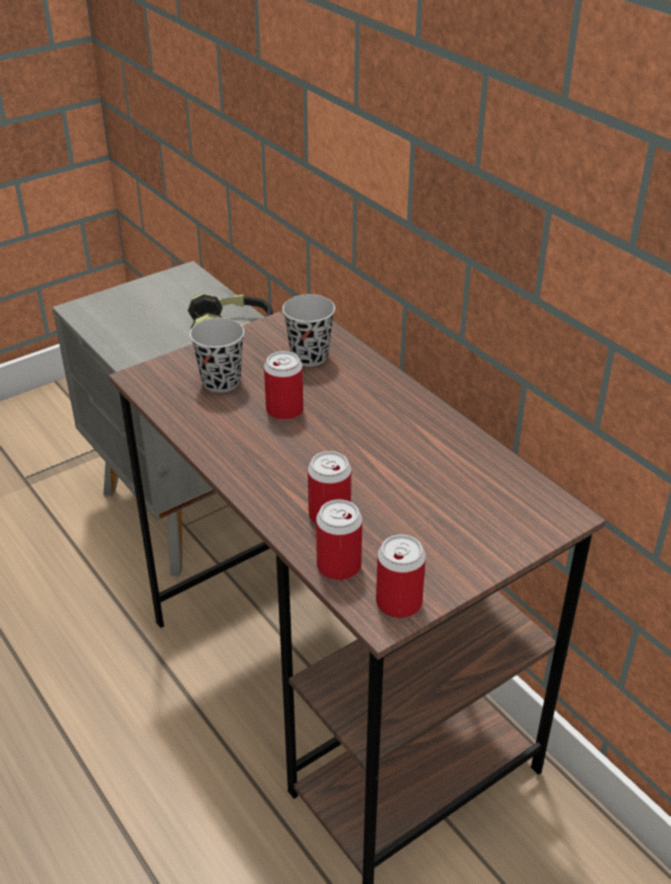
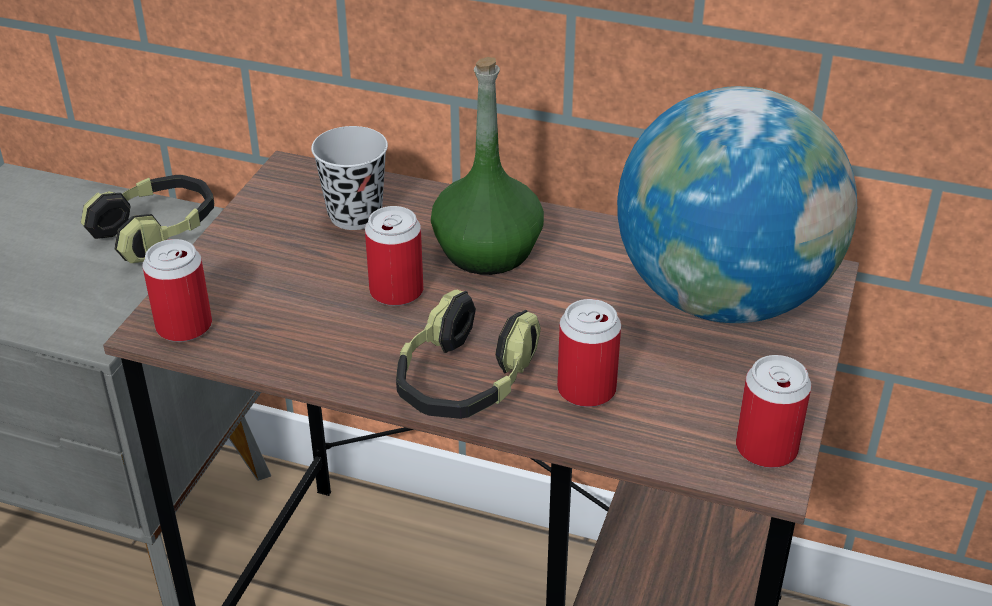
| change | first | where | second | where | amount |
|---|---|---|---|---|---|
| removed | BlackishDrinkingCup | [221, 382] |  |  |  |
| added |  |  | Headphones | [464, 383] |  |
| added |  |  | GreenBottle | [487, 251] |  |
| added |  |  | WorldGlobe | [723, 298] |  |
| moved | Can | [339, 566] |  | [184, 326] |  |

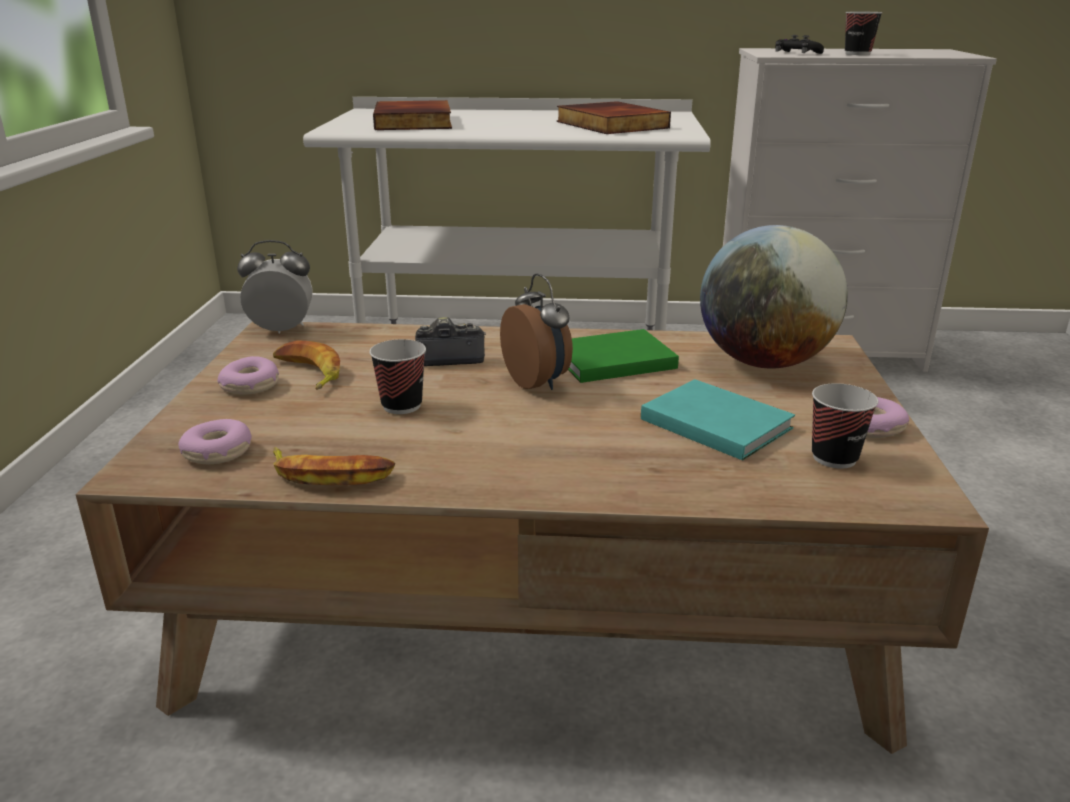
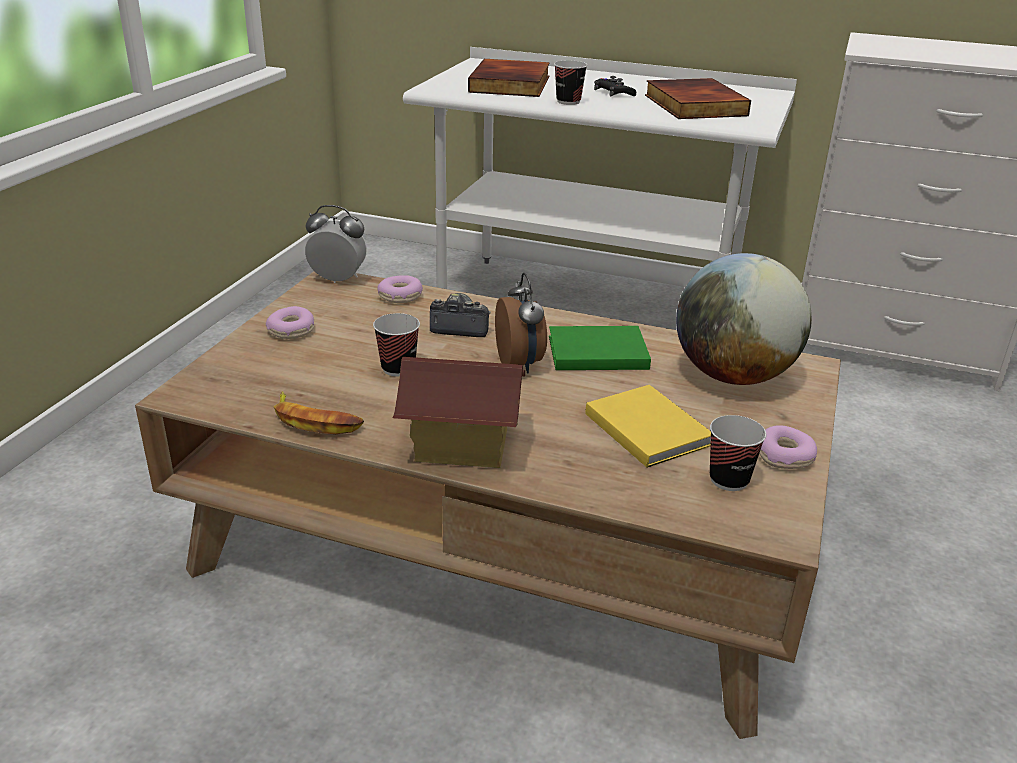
| change | first | where | second | where | amount |
|---|---|---|---|---|---|
| removed | Banana | [307, 373] |  |  |  |
| added |  |  | ModelHouse | [461, 446] |  |
| moved | Doughnut | [218, 452] |  | [400, 296] |  |
| moved | BlackishGameController | [797, 53] |  | [613, 93] |  |
| moved | DrinkingCup | [857, 54] |  | [568, 101] |  |
| recoloured | TurquoiseVolume | [714, 422] | YellowVolume | [647, 427] |  |

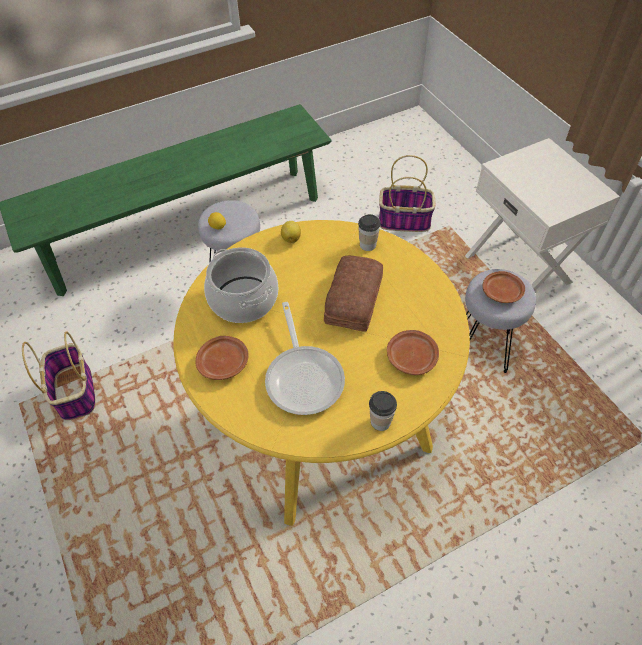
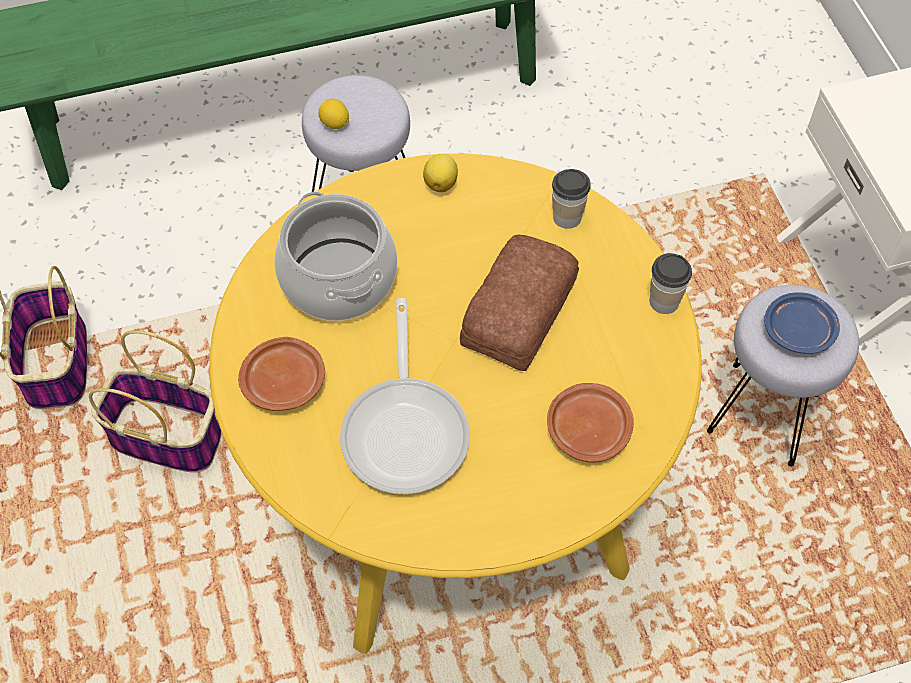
| change | first | where | second | where | amount |
|---|---|---|---|---|---|
| moved | DrinkingCup | [380, 421] |  | [664, 301] |  |
| moved | StorageBasket | [405, 221] |  | [168, 437] |  |
| recoloured | BrownPlate | [502, 292] | BlueColouredPlate | [799, 330] |  |

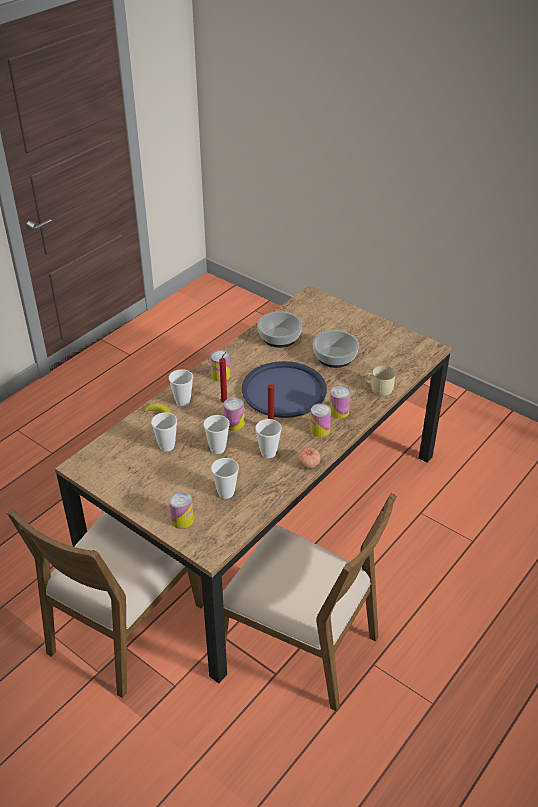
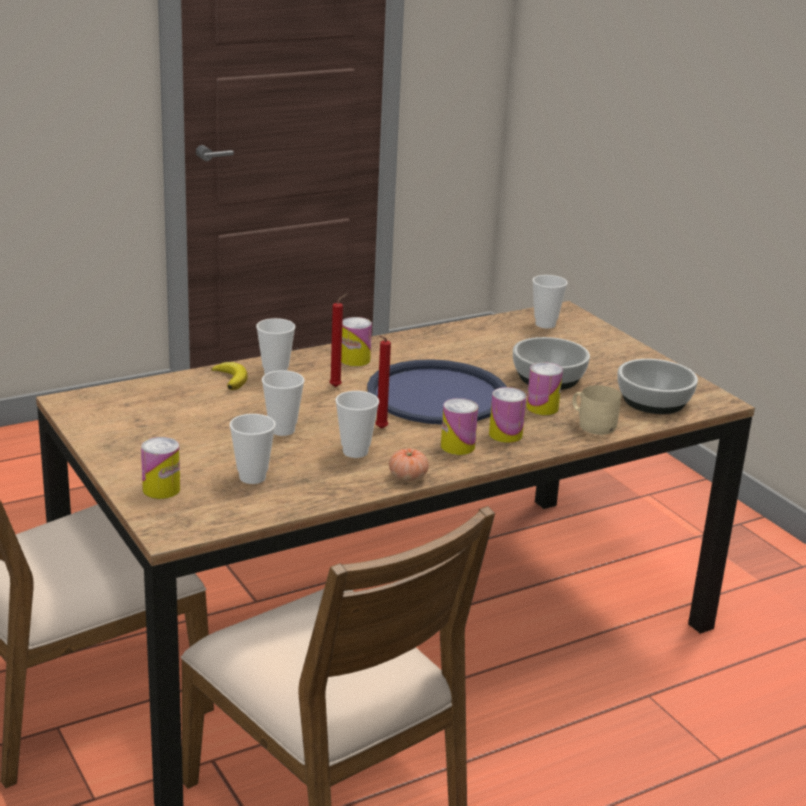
| change | first | where | second | where | amount |
|---|---|---|---|---|---|
| moved | DrinkingCup | [166, 446] |  | [545, 324] |  |
| moved | Can | [234, 424] |  | [542, 408] |  |
| moved | DeepDish | [279, 337] |  | [653, 401] |  |

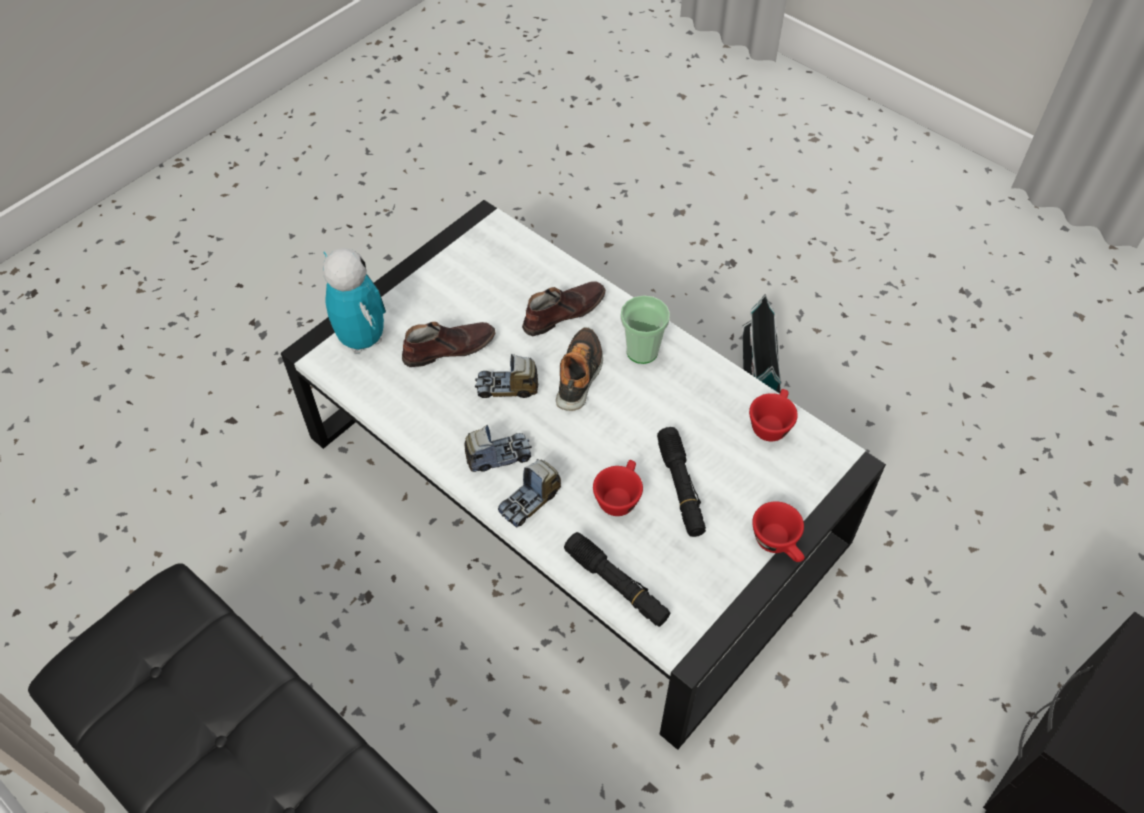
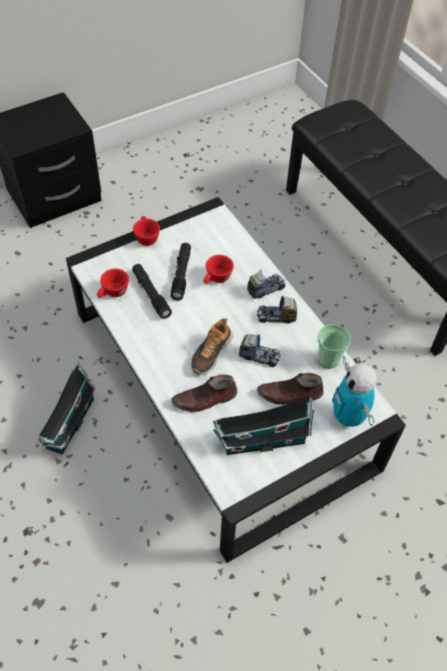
| change | first | where | second | where | amount |
|---|---|---|---|---|---|
| added |  |  | ModelHouse | [260, 440] |  |
| moved | BlackishFlashlight | [616, 585] |  | [151, 294] |  |
| moved | DrinkingCup | [642, 351] |  | [328, 359] |  |

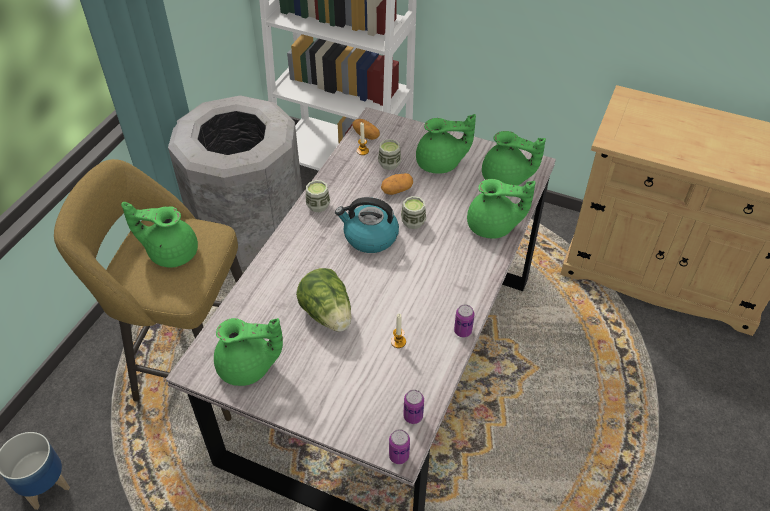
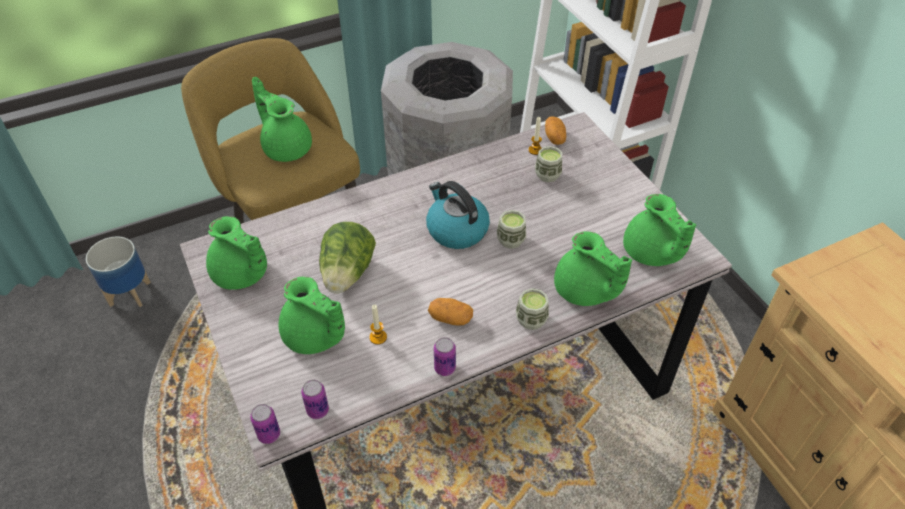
| change | first | where | second | where | amount |
|---|---|---|---|---|---|
| moved | DrinkingCup | [318, 205] |  | [531, 319] |  |
| moved | Spud | [397, 190] |  | [450, 318] |  |
| moved | GreenTeapot | [440, 164] |  | [315, 337] |  |

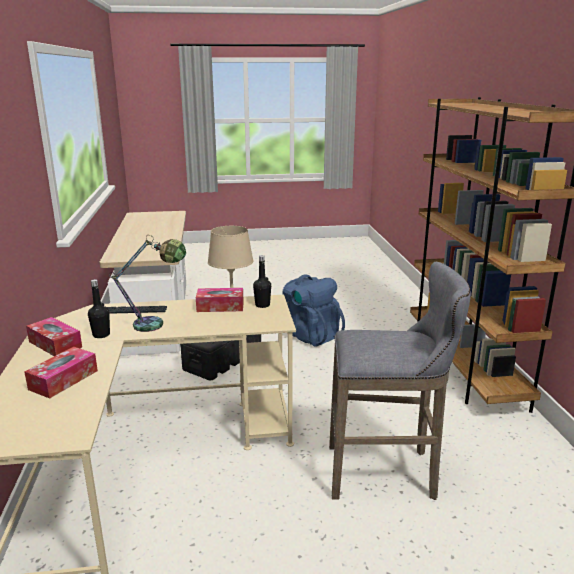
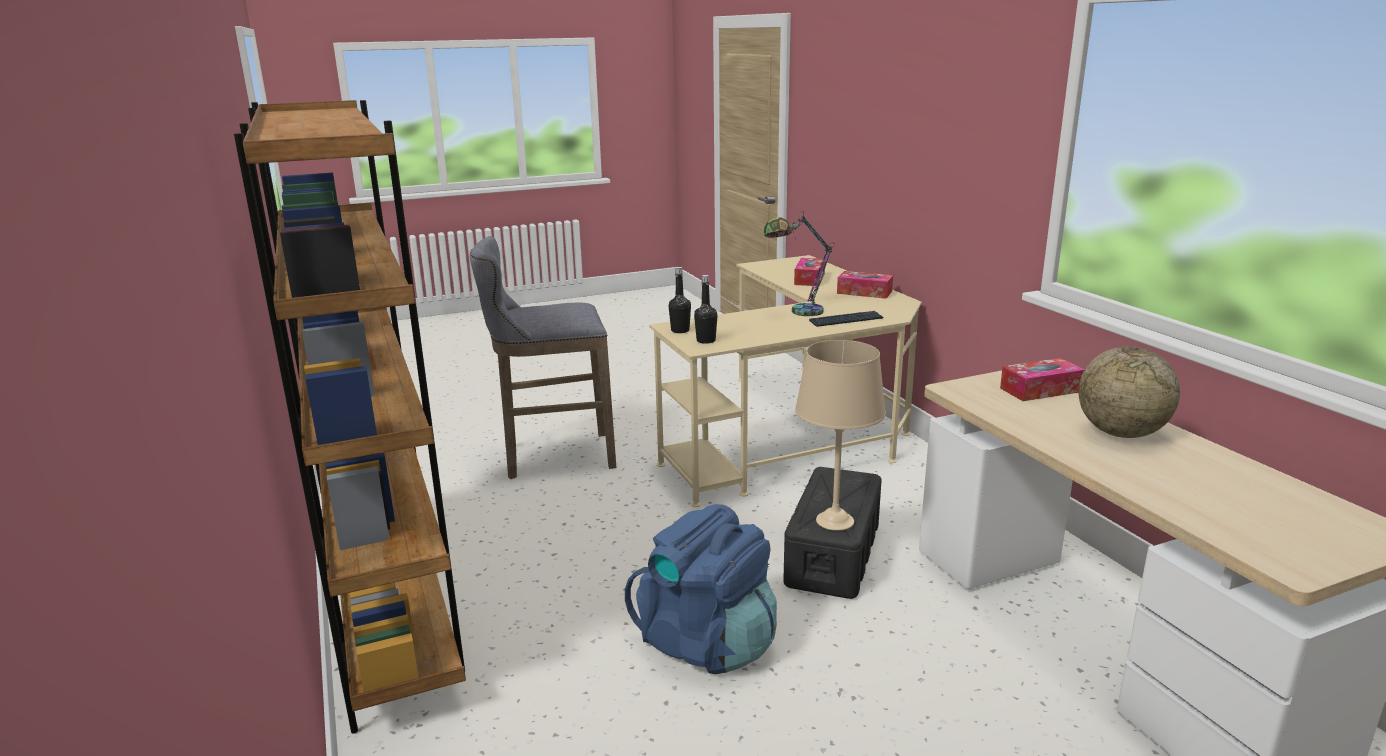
| change | first | where | second | where | amount |
|---|---|---|---|---|---|
| added |  |  | WorldGlobe | [1120, 433] |  |
| moved | BlackishBottle | [101, 335] |  | [680, 330] |  |
| moved | TissueHolder | [220, 306] |  | [1040, 390] |  |

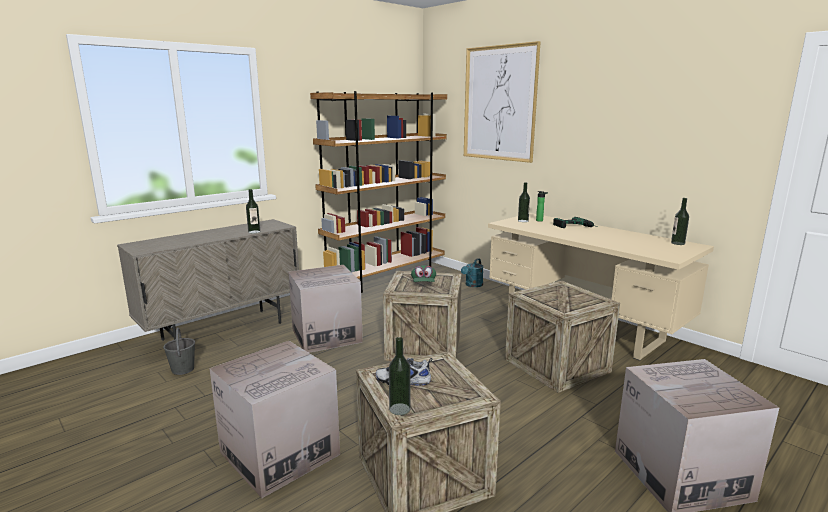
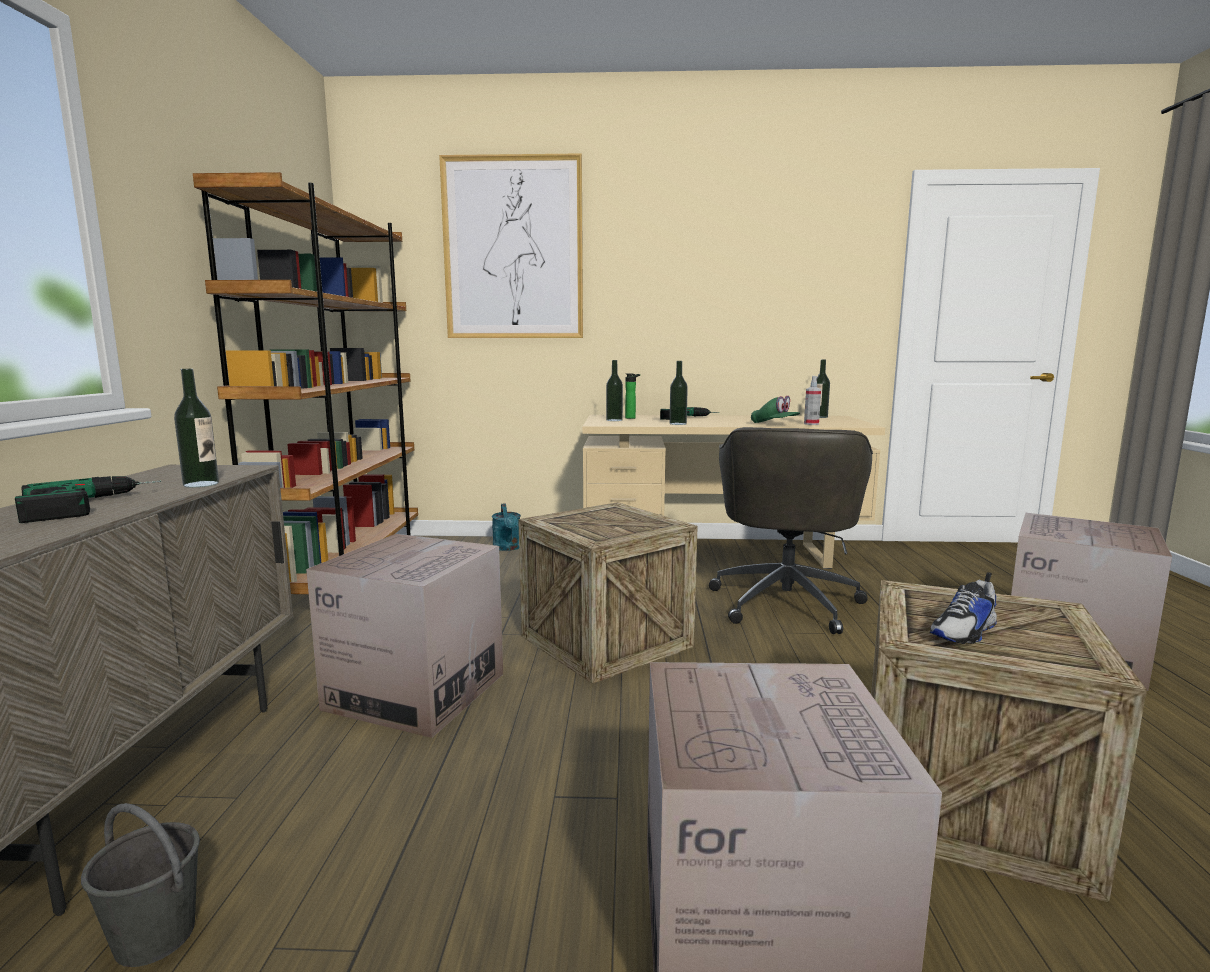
| change | first | where | second | where | amount |
|---|---|---|---|---|---|
| added |  |  | Drill | [96, 505] |  |
| added |  |  | HandSprayer | [811, 424] |  |
| moved | Bottle | [399, 409] |  | [678, 424] |  |
| moved | GreenCap | [423, 284] |  | [774, 424] |  |
| replaced | Crate | [557, 365] | GrayDeskChair | [786, 601] |  |

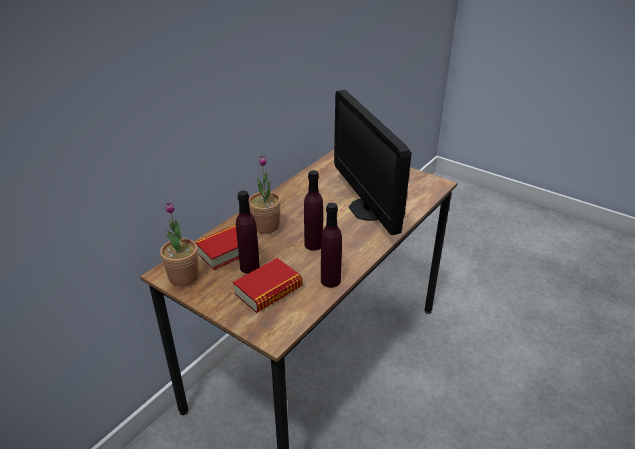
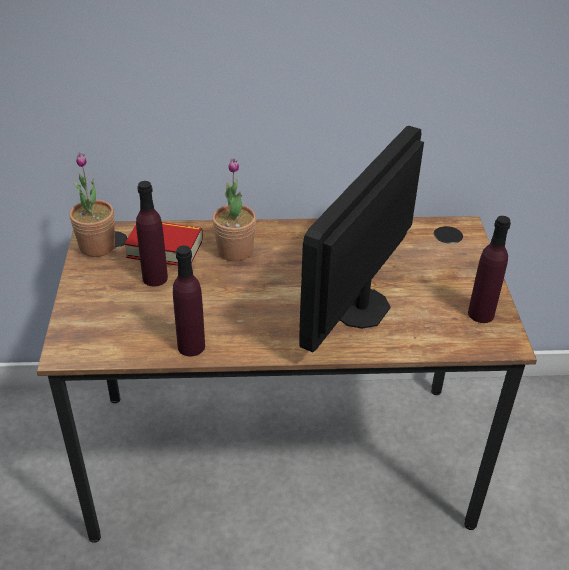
| change | first | where | second | where | amount |
|---|---|---|---|---|---|
| removed | Volume | [268, 290] |  |  |  |
| moved | PurpleBottle | [313, 244] |  | [481, 314] |  |

